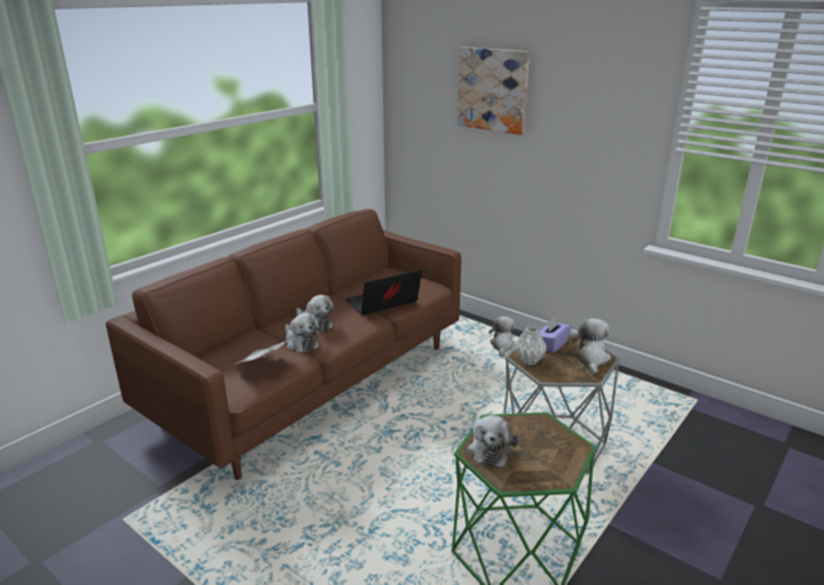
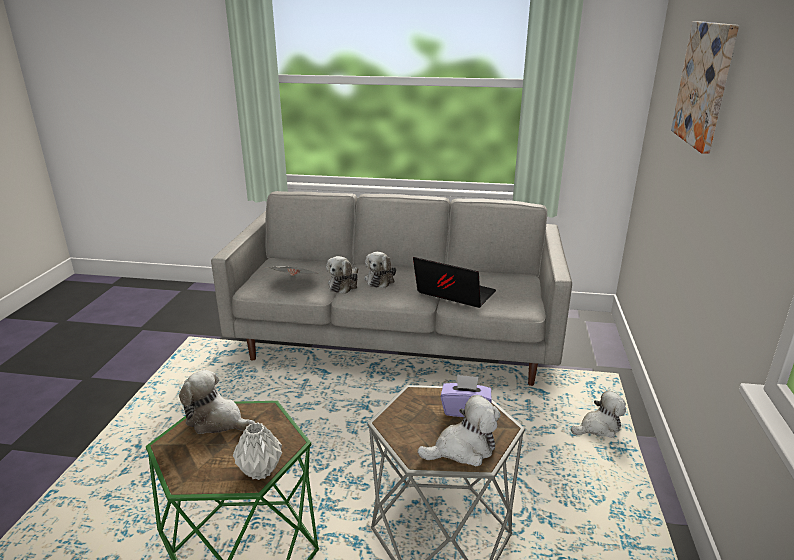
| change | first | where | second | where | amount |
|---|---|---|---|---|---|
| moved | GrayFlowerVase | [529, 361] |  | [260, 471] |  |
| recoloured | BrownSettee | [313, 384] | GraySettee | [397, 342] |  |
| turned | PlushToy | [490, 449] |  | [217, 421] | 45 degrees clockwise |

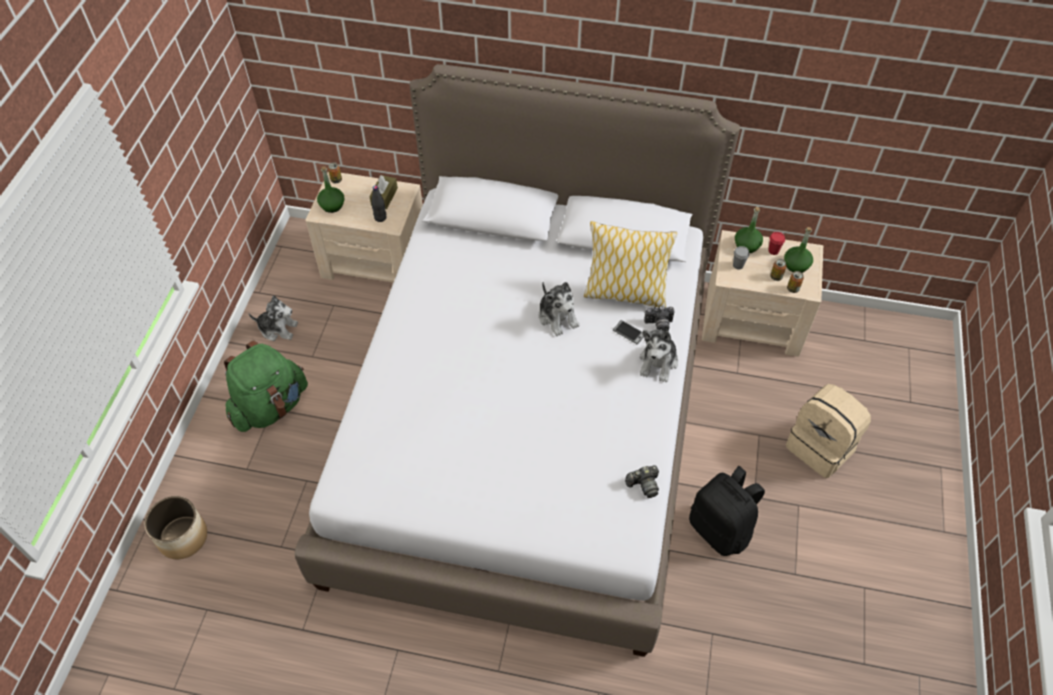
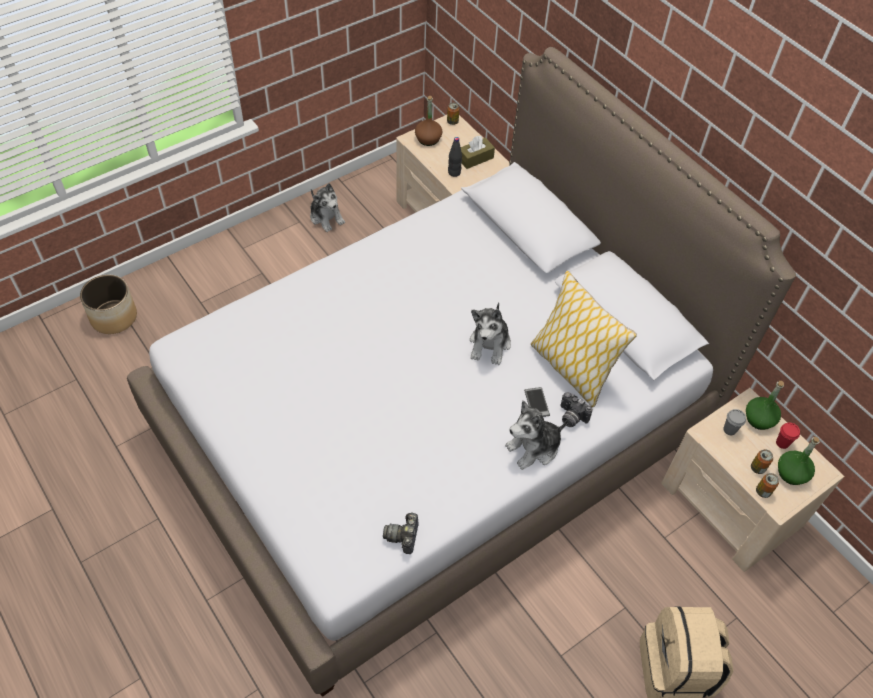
| change | first | where | second | where | amount |
|---|---|---|---|---|---|
| removed | GreenKnapsack | [270, 406] |  |  |  |
| removed | BlackishKnapsack | [721, 529] |  |  |  |
| recoloured | GreenBottle | [332, 205] | BrownBottle | [428, 139] |  |
| turned | StillCamera | [643, 485] |  | [403, 536] | 75 degrees clockwise |

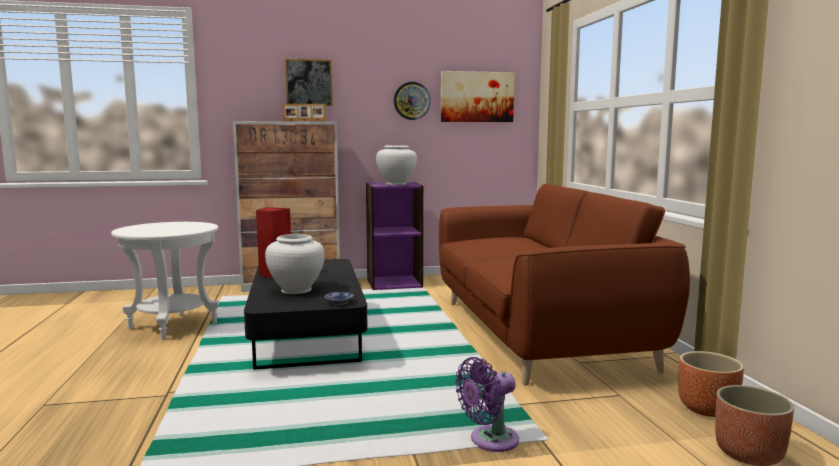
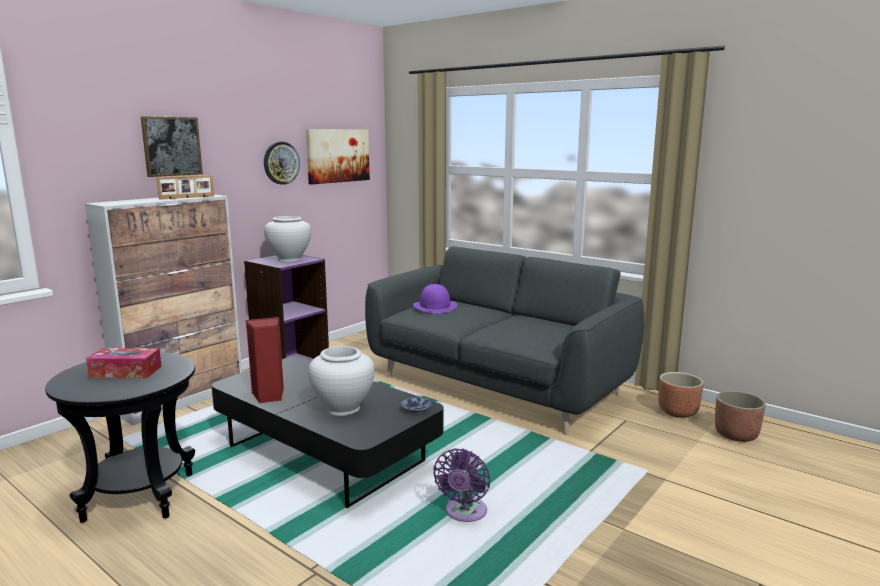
| change | first | where | second | where | amount |
|---|---|---|---|---|---|
| added |  |  | TissueHolder | [126, 372] |  |
| added |  |  | PurpleClothingHat | [435, 306] |  |
| moved | PurpleElectricFan | [489, 441] |  | [464, 513] |  |
| recoloured | WhitishEndTable | [173, 326] | BlackishEndTable | [139, 497] |  |
| recoloured | BrownSettee | [536, 332] | GraySettee | [497, 385] |  |

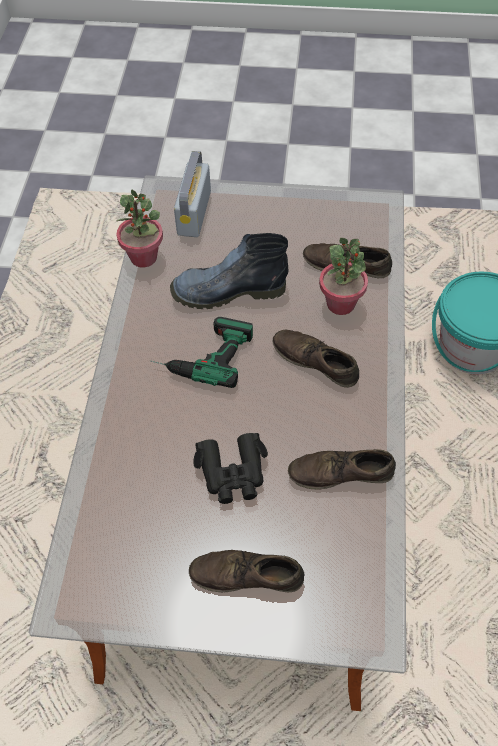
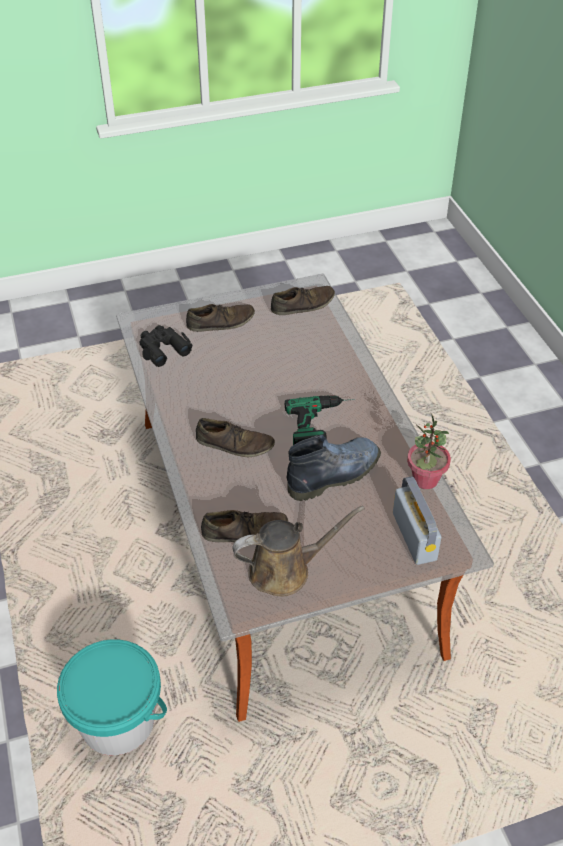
| change | first | where | second | where | amount |
|---|---|---|---|---|---|
| removed | PottedPlant | [341, 304] |  |  |  |
| added |  |  | BrownWateringPot | [285, 570] |  |
| moved | BlackishPairOfBinoculars | [233, 473] |  | [163, 349] |  |
| moved | BrownLowShoe | [340, 473] |  | [303, 305] |  |

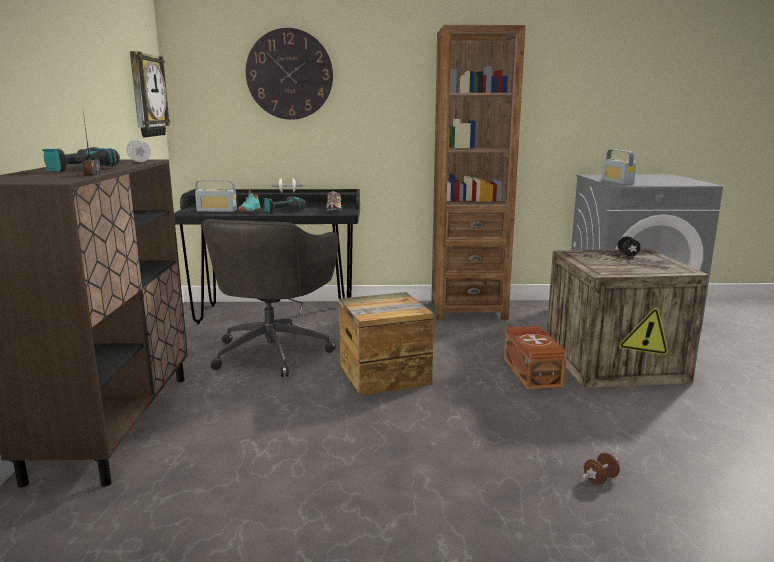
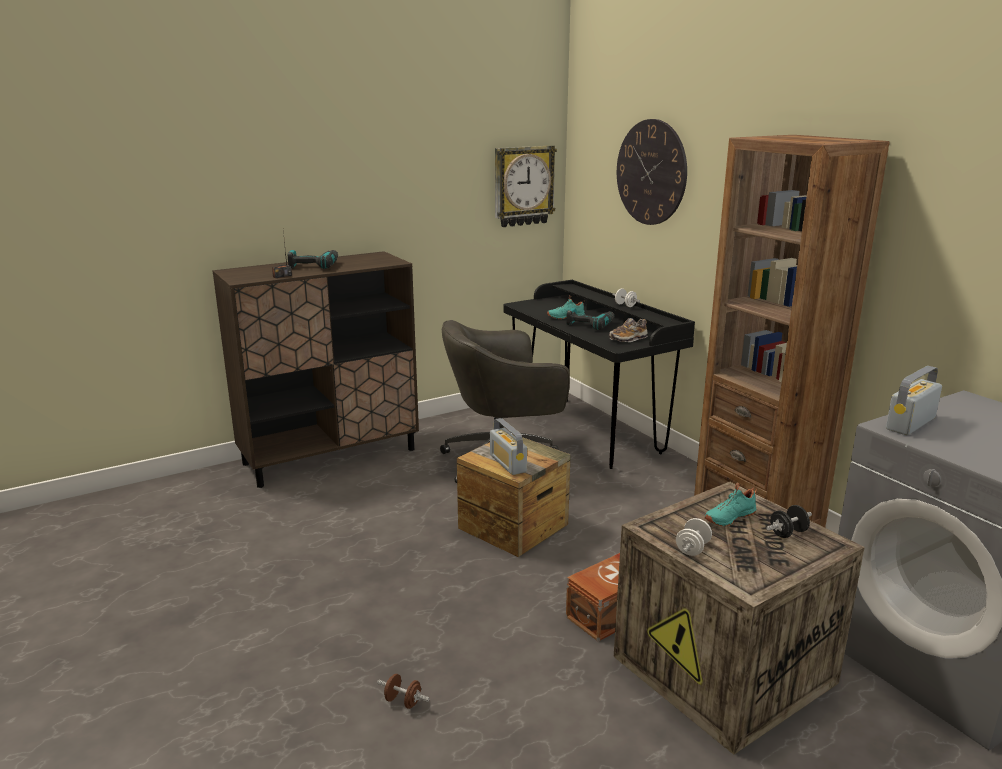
| change | first | where | second | where | amount |
|---|---|---|---|---|---|
| added |  |  | TurquoiseLowShoe | [728, 517] |  |
| moved | WhitishDumbbell | [139, 161] |  | [692, 549] |  |
| moved | RadioReceiver | [217, 210] |  | [508, 463] |  |

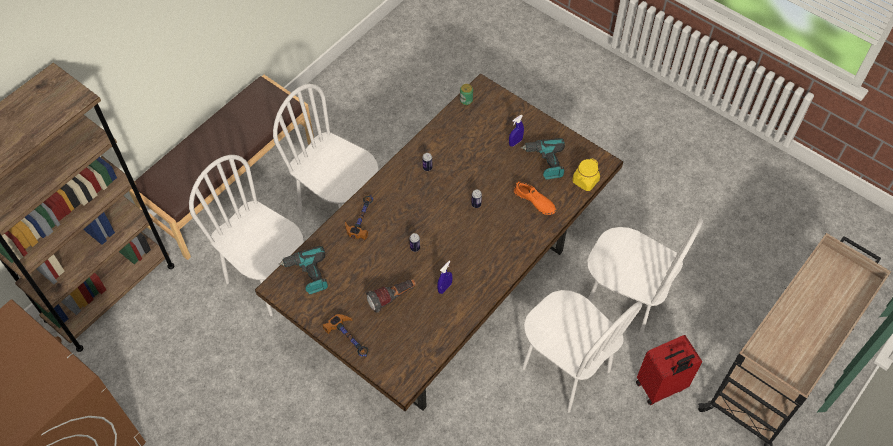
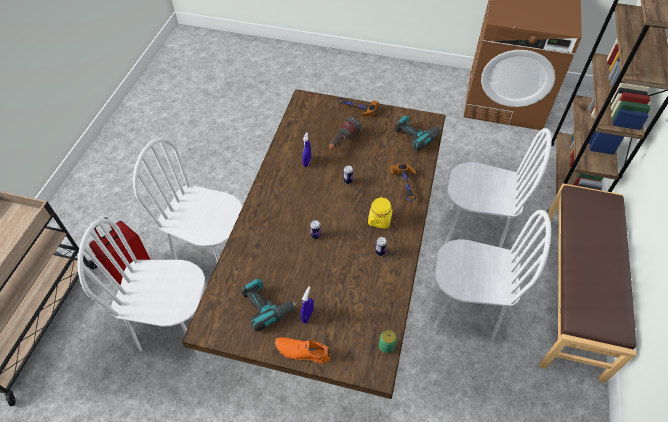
| change | first | where | second | where | amount |
|---|---|---|---|---|---|
| moved | OrangeLowShoe | [534, 202] |  | [302, 351] |  |
| moved | YellowJar | [585, 181] |  | [379, 220] |  |

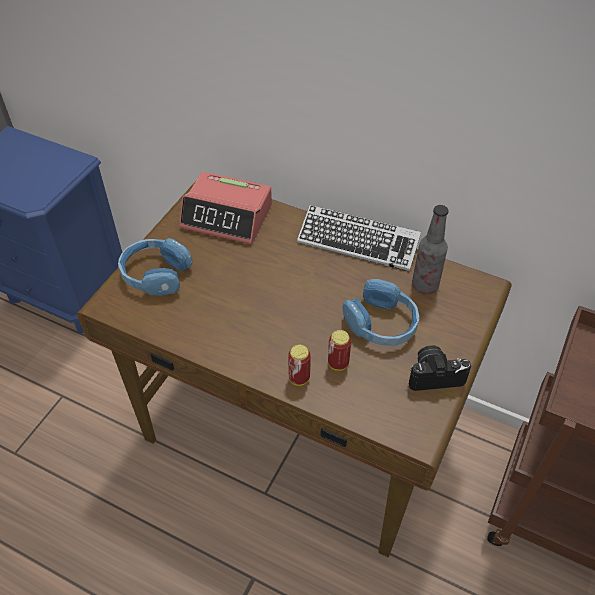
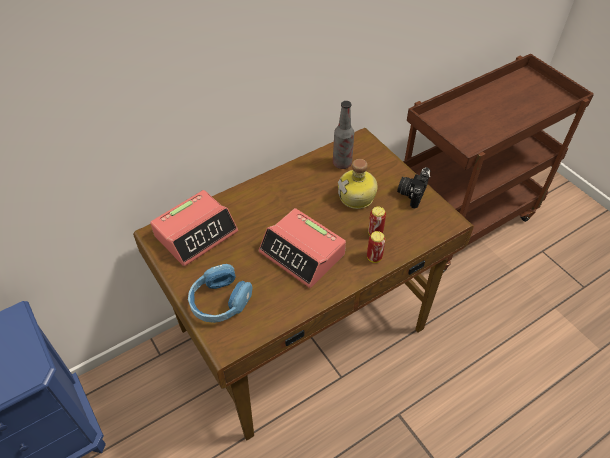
| change | first | where | second | where | amount |
|---|---|---|---|---|---|
| removed | PcKeyboard | [358, 243] |  |  |  |
| added |  |  | AlarmClock | [302, 254] |  |
| replaced | BlueColouredHeadphones | [381, 323] | Bottle | [357, 197] |  |

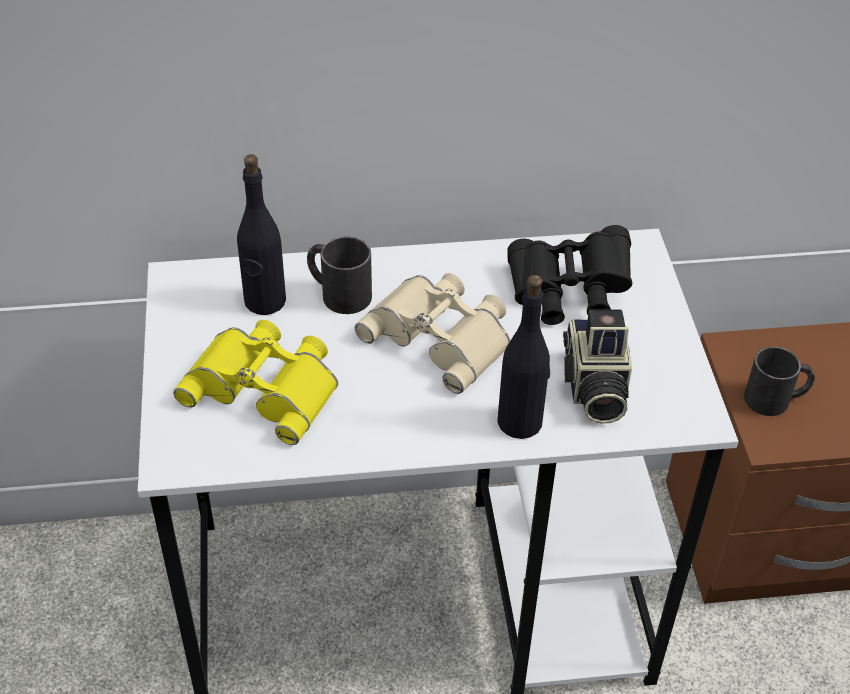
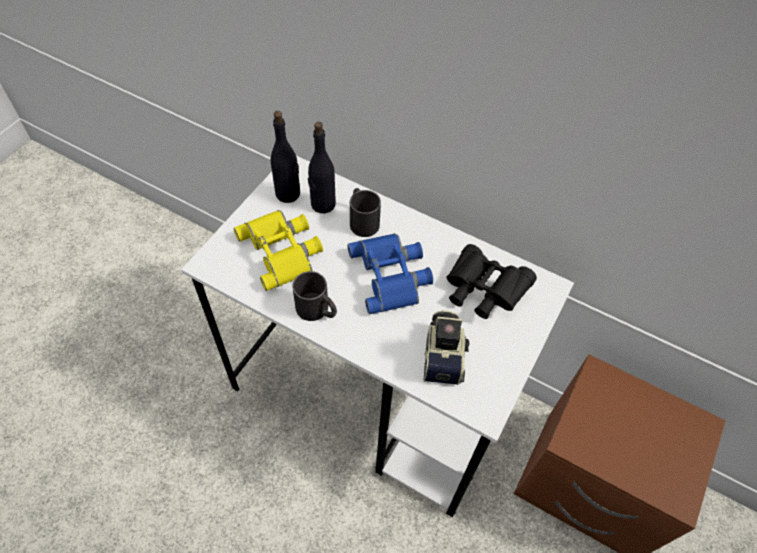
| change | first | where | second | where | amount |
|---|---|---|---|---|---|
| moved | BlackishBottle | [520, 422] |  | [288, 194] |  |
| moved | BlackishMug | [776, 399] |  | [317, 310] |  |
| recoloured | BeigePairOfBinoculars | [442, 335] | BlueColouredPairOfBinoculars | [392, 275] |  |
| turned | StillCamera | [593, 388] |  | [444, 355] | 150 degrees clockwise |

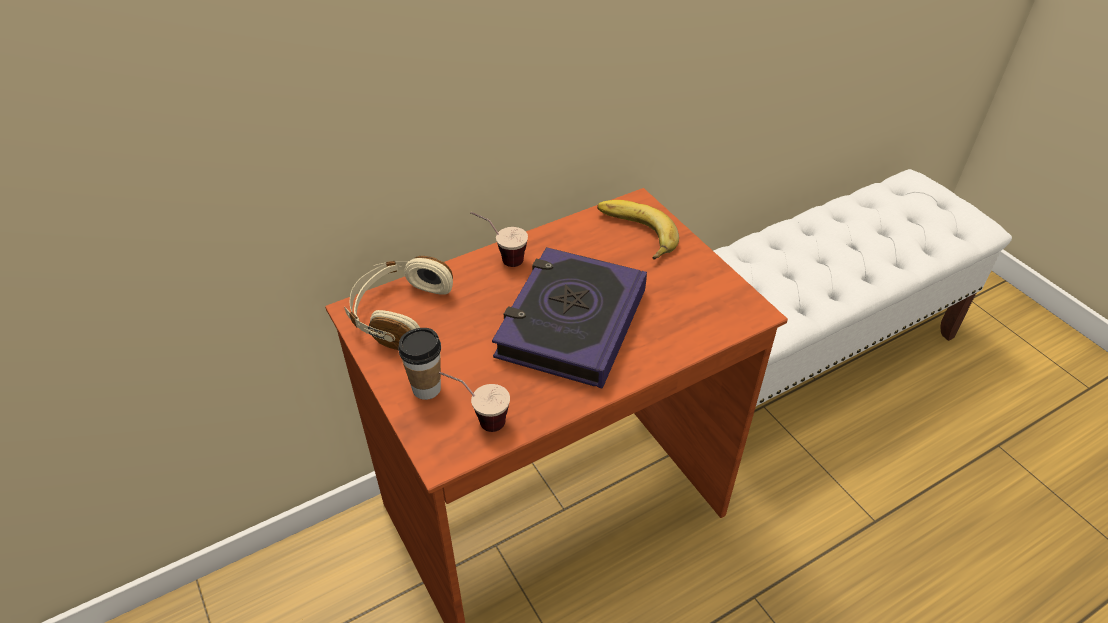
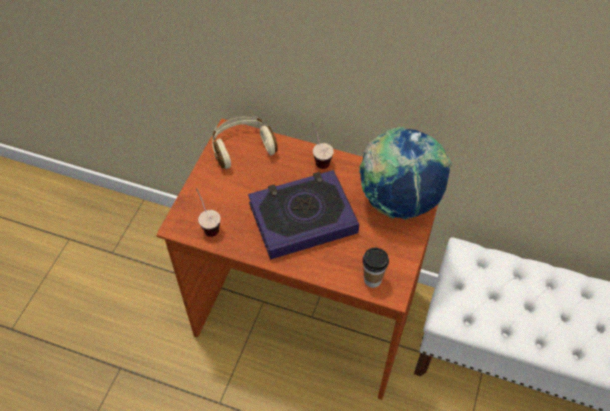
| change | first | where | second | where | amount |
|---|---|---|---|---|---|
| moved | DrinkingCup | [426, 388] |  | [372, 279] |  |
| replaced | Banana | [633, 234] | WorldGlobe | [398, 200] |  |

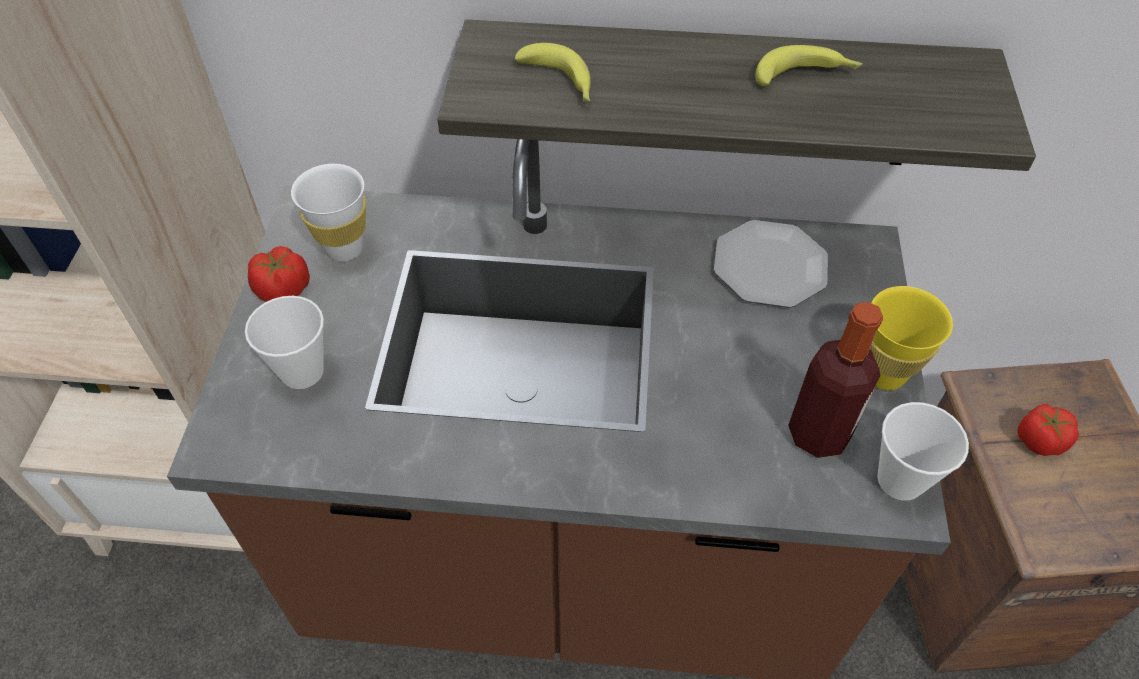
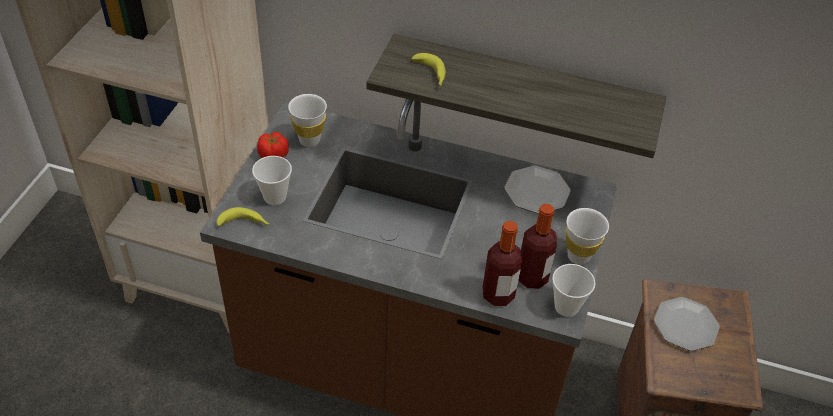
| change | first | where | second | where | amount |
|---|---|---|---|---|---|
| added |  |  | Bottle | [498, 294] |  |
| moved | Banana | [806, 76] |  | [245, 224] |  |
| replaced | Tomato | [1039, 440] | Plate | [685, 325] |  |
| recoloured | YellowDrinkingCup | [884, 374] | WhitishDrinkingCup | [578, 256] |  |

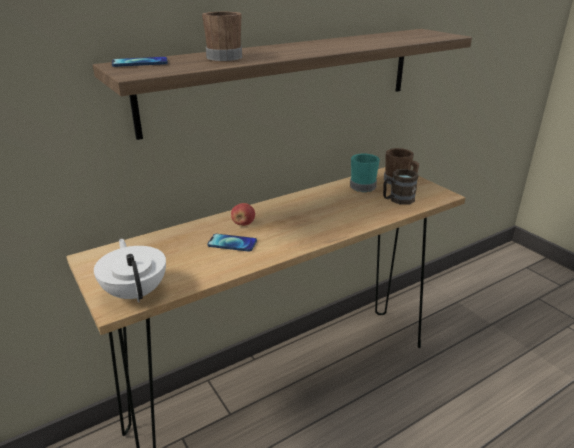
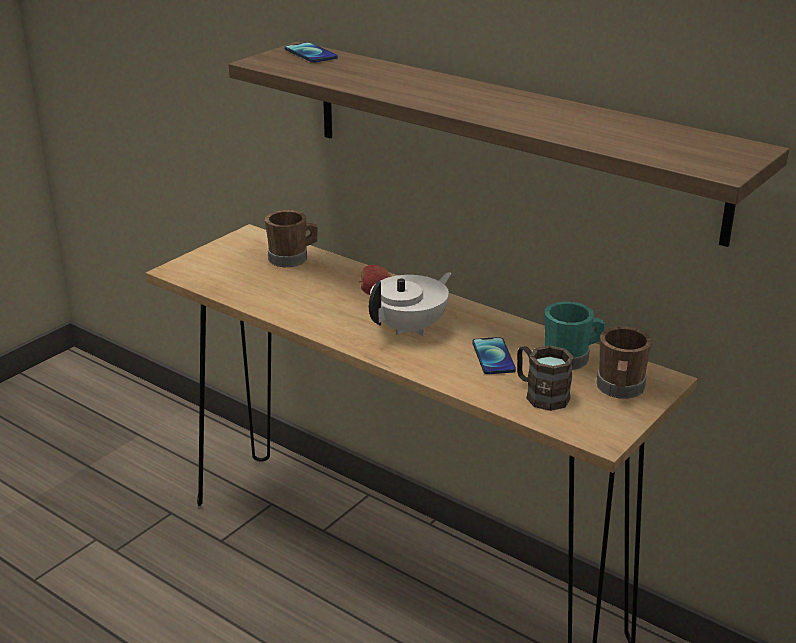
| change | first | where | second | where | amount |
|---|---|---|---|---|---|
| moved | WhitishTeapot | [136, 292] |  | [410, 328] |  |
| moved | BrownMug | [225, 57] |  | [292, 258] |  |
| moved | Handset | [232, 243] |  | [493, 357] |  |

